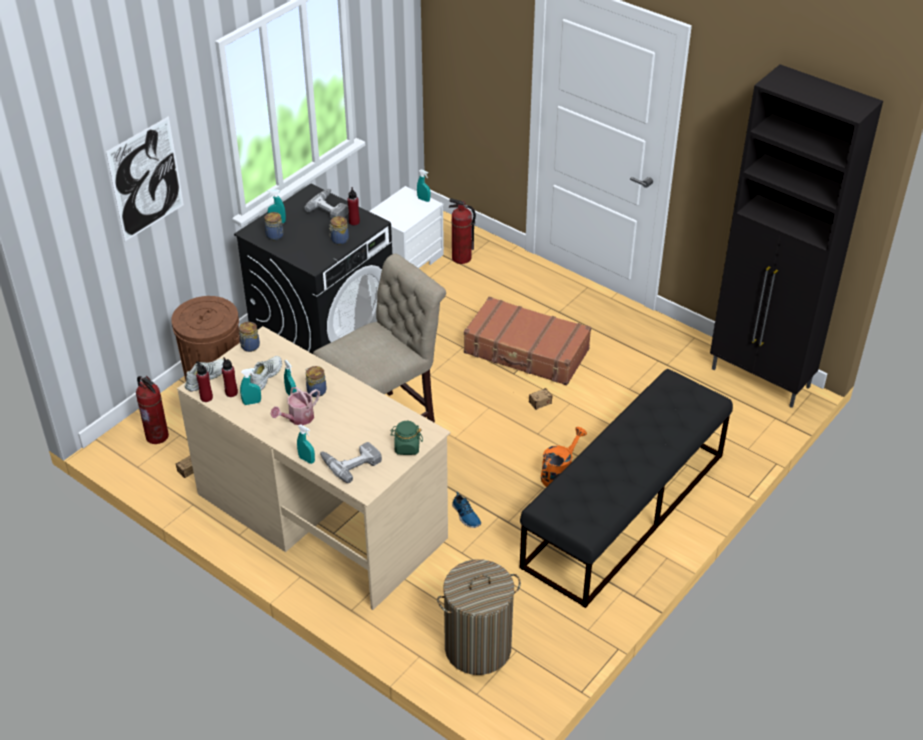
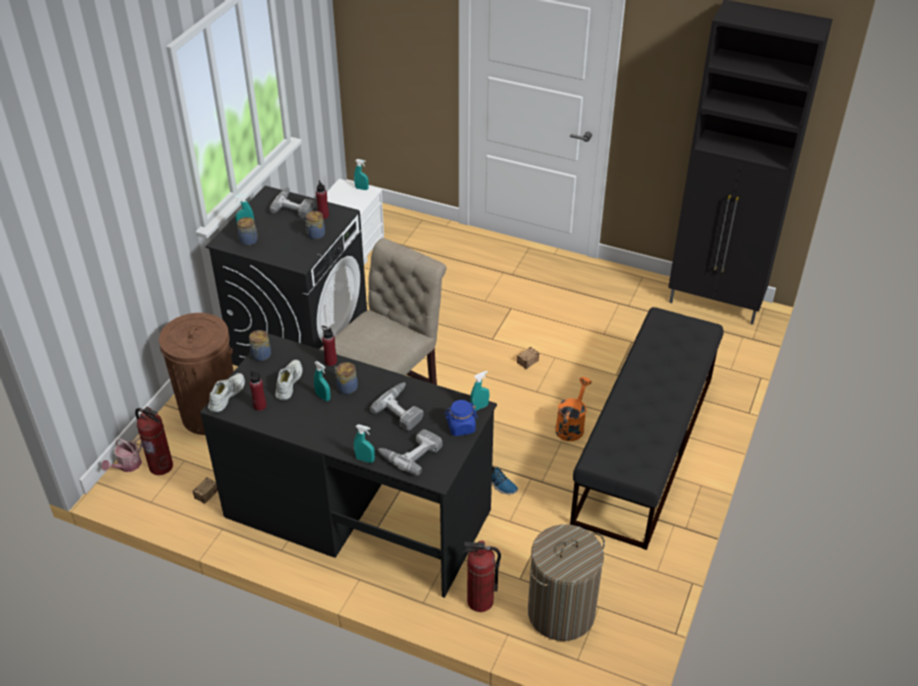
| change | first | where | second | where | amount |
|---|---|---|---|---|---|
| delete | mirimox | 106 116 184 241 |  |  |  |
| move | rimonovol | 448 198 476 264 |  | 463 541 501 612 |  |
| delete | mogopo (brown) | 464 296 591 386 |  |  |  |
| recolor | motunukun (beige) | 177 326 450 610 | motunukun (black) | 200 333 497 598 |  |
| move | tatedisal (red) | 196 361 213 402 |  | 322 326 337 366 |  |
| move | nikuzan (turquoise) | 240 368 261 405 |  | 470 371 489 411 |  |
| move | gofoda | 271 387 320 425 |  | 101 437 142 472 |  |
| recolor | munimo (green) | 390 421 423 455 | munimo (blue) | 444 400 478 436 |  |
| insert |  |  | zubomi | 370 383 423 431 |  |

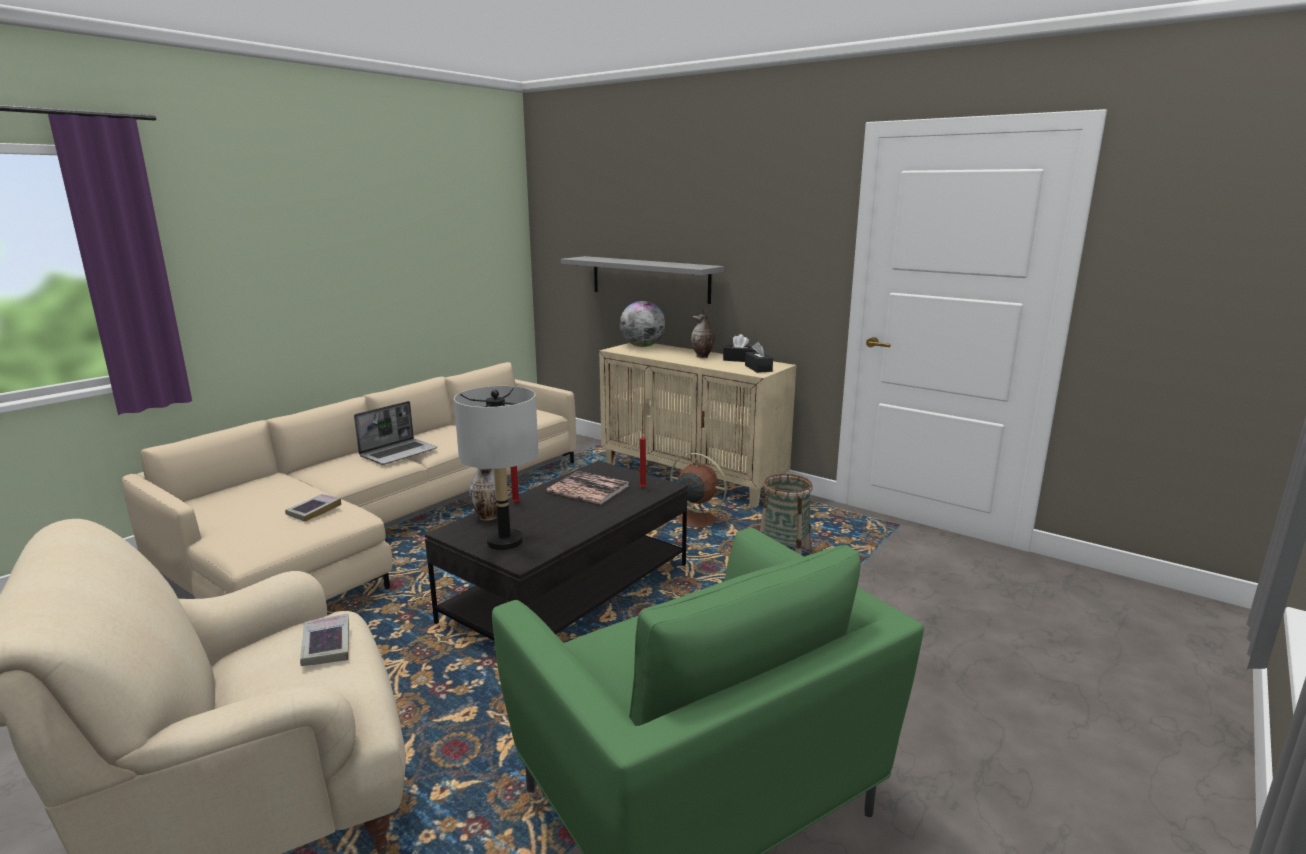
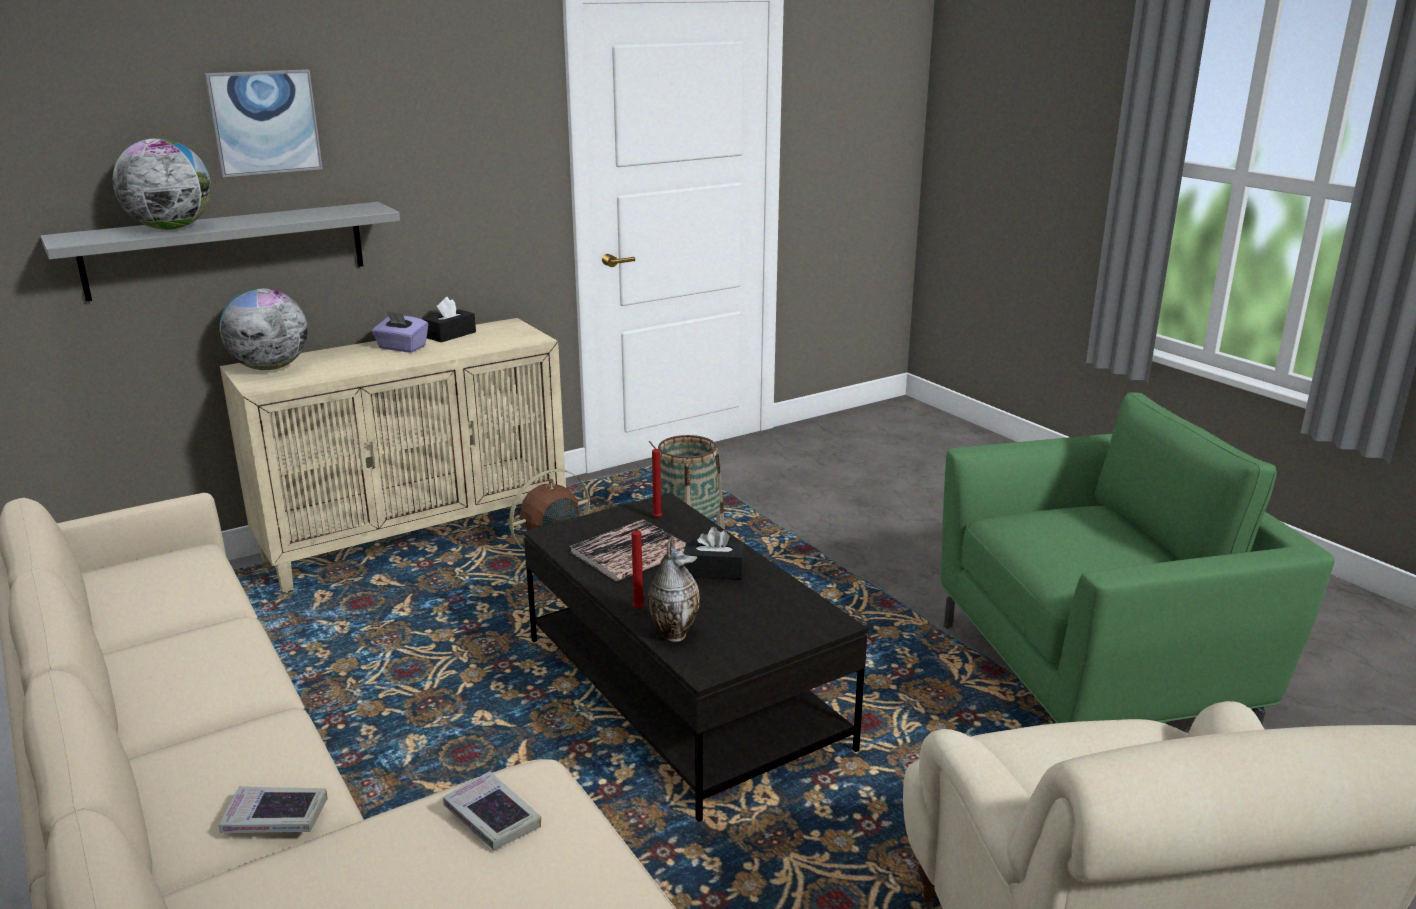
| change | first | where | second | where | amount |
|---|---|---|---|---|---|
| replace | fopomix | 691 308 715 358 | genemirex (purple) | 372 311 428 353 |  |
| move | genemirex (black) | 745 342 773 373 |  | 684 527 745 580 |  |
| delete | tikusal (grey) | 454 386 539 550 |  |  |  |
| delete | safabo | 354 401 437 465 |  |  |  |
| move | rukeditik | 300 613 349 666 |  | 219 786 327 833 |  |
| insert |  |  | mirimox | 204 69 323 177 |  |
| insert |  |  | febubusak | 113 138 211 230 |  |

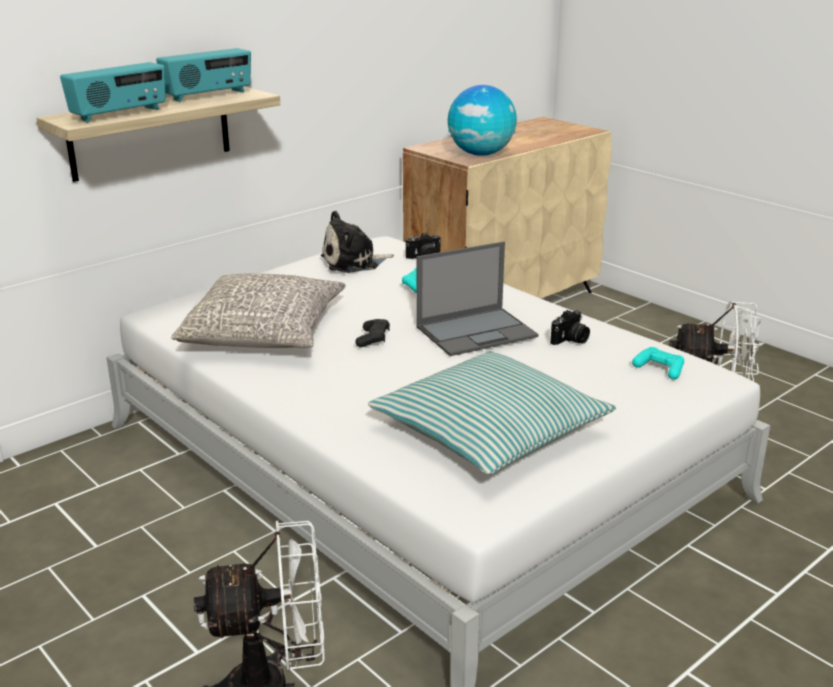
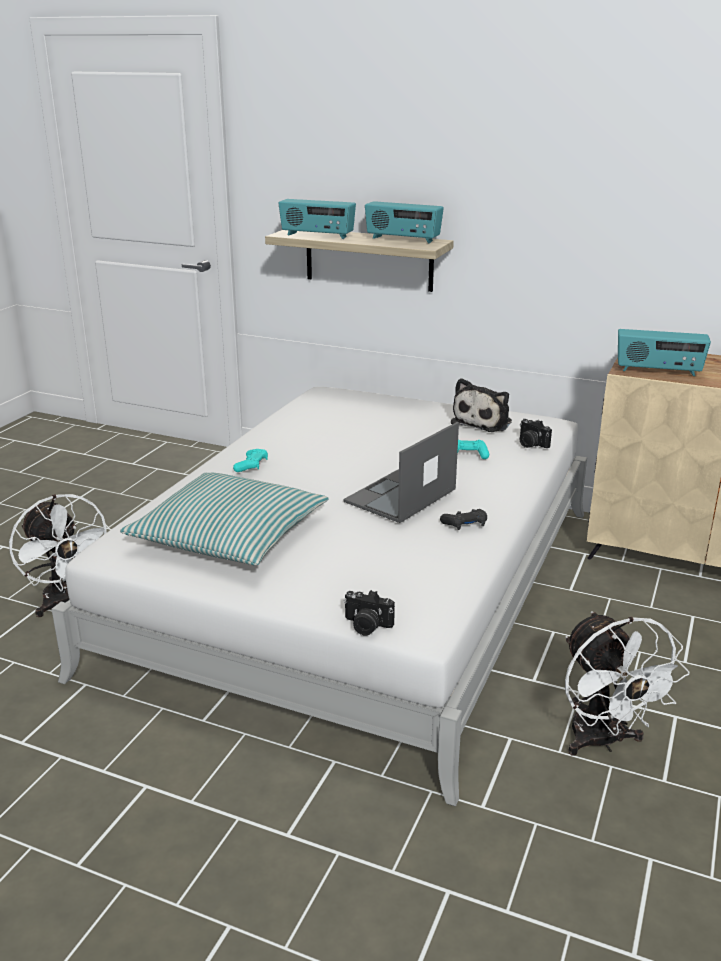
| change | first | where | second | where | amount |
|---|---|---|---|---|---|
| replace | febubusak | 448 85 517 156 | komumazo | 618 329 711 376 |  |
| rotate | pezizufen | 321 211 394 273 |  | 451 378 512 432 | 105 degrees counterclockwise |
| rotate | safabo | 416 241 538 356 |  | 344 422 459 523 | 90 degrees clockwise |
| delete | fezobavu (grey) | 171 274 345 348 |  |  |  |
| move | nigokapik | 550 310 590 345 |  | 344 590 395 635 |  |
| move | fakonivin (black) | 355 319 390 347 |  | 440 509 487 530 |  |
| move | fakonivin (turquoise) | 632 347 684 380 |  | 233 449 268 472 |  |

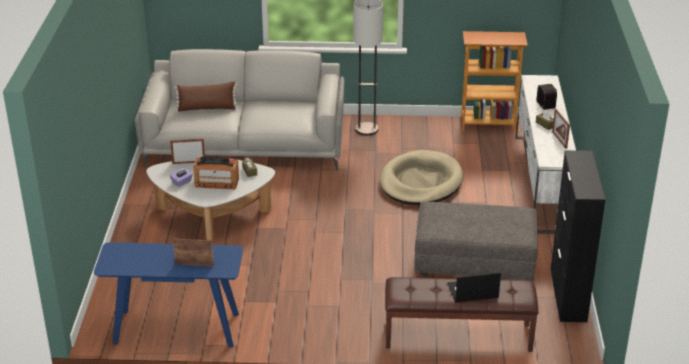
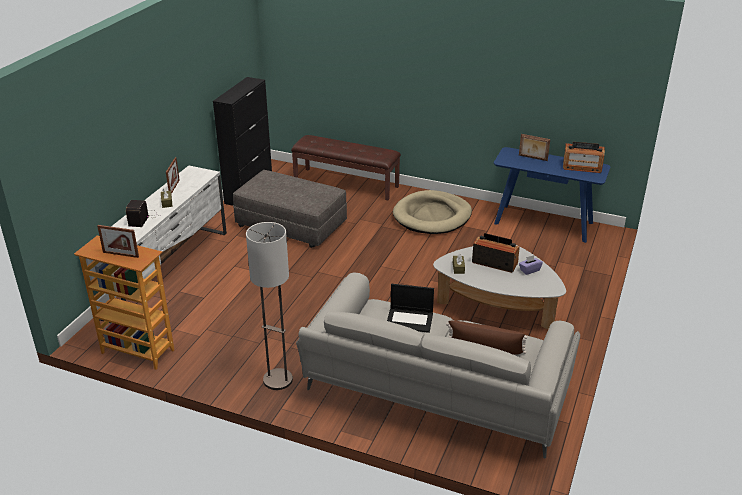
| change | first | where | second | where | amount |
|---|---|---|---|---|---|
| move | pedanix | 170 139 205 164 |  | 97 225 139 258 |  |
| move | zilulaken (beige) | 380 150 463 205 |  | 393 190 472 234 |  |
| move | safabo | 447 272 501 303 |  | 387 284 434 333 |  |
| insert |  |  | komumazo | 563 142 605 173 |  |

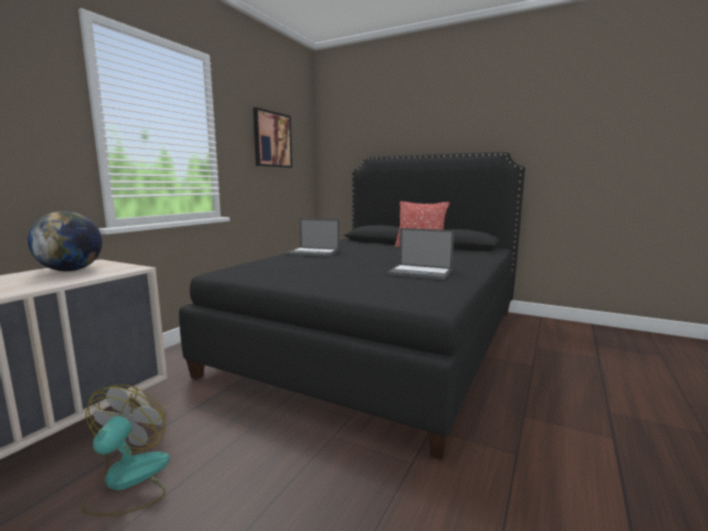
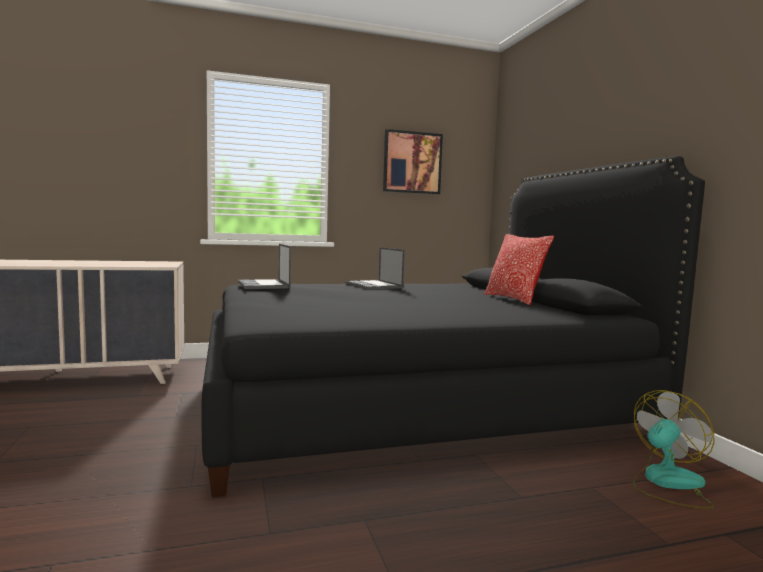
| change | first | where | second | where | amount |
|---|---|---|---|---|---|
| delete | febubusak | 28 211 102 271 |  |  |  |
| move | safabo | 387 228 454 280 |  | 238 244 291 289 |  |
| move | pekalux | 82 385 170 516 |  | 633 390 714 509 |  |

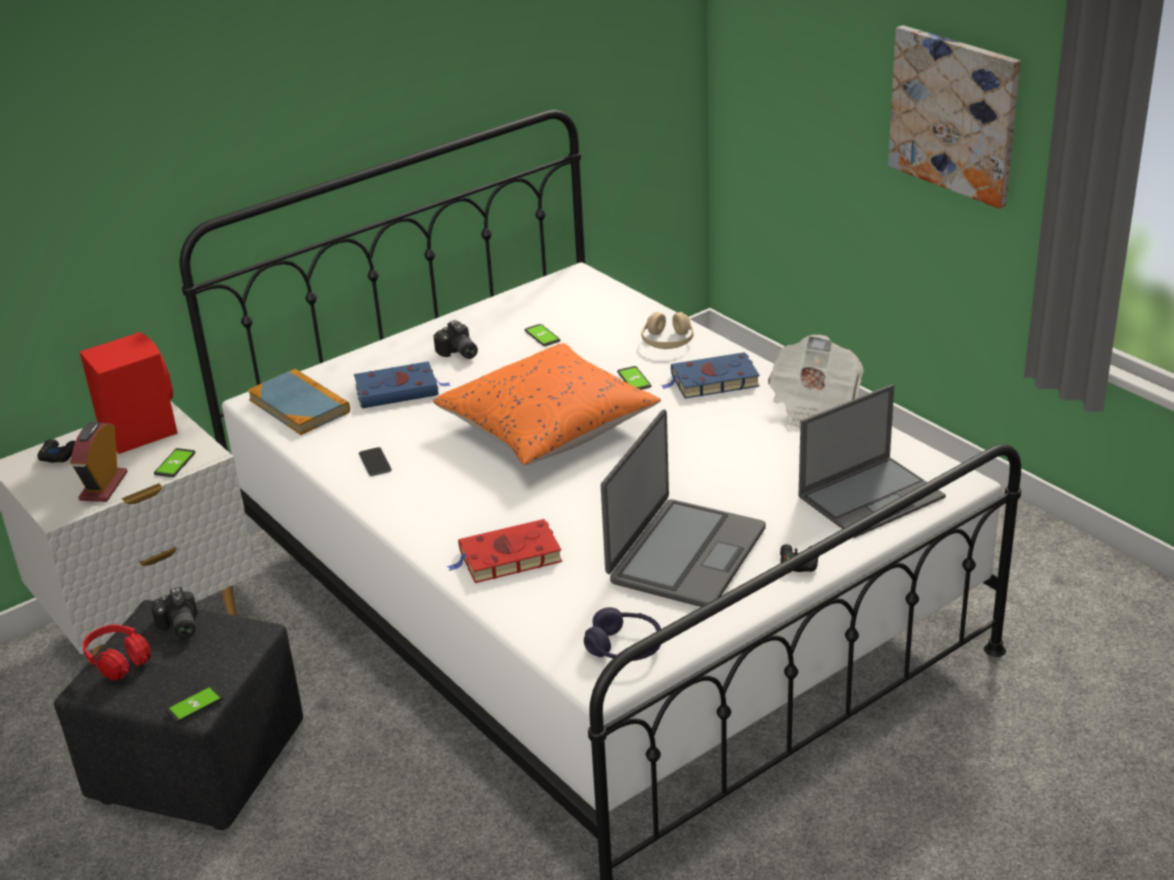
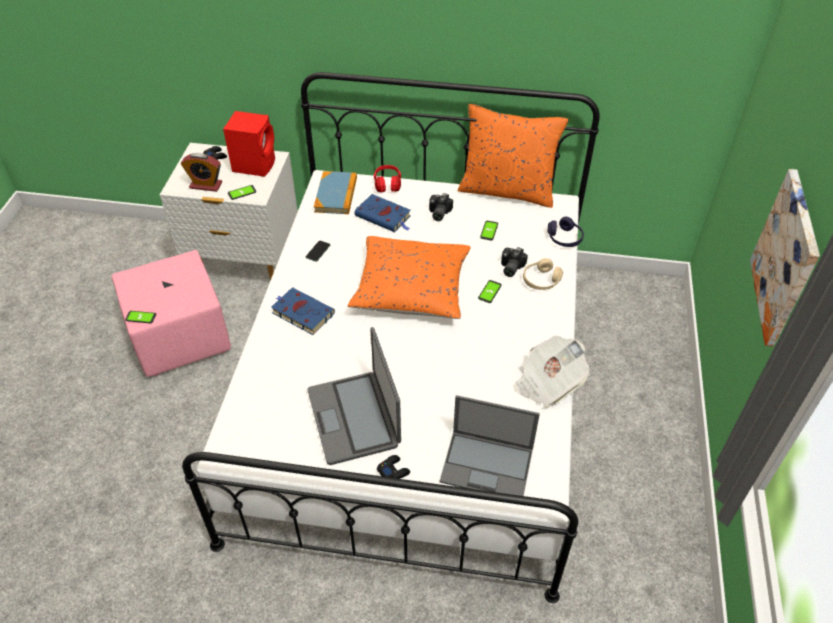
| change | first | where | second | where | amount |
|---|---|---|---|---|---|
| move | rukeditik (blue) | 660 352 760 398 |  | 271 287 335 335 |  |
| rotate | safabo | 601 409 766 607 |  | 308 327 401 465 | 90 degrees clockwise |
| rotate | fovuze | 70 422 128 502 |  | 181 153 222 192 | 135 degrees counterclockwise |
| delete | rukeditik (red) | 447 519 562 583 |  |  |  |
| move | nigokapik | 151 587 198 639 |  | 501 247 528 277 |  |
| recolor | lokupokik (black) | 54 600 303 830 | lokupokik (pink) | 111 250 231 377 |  |
| move | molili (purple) | 584 607 661 661 |  | 548 217 584 247 |  |
| move | molili (red) | 82 625 151 681 |  | 374 165 401 193 |  |
| insert |  |  | fezobavu (orange) | 458 104 569 208 |  |

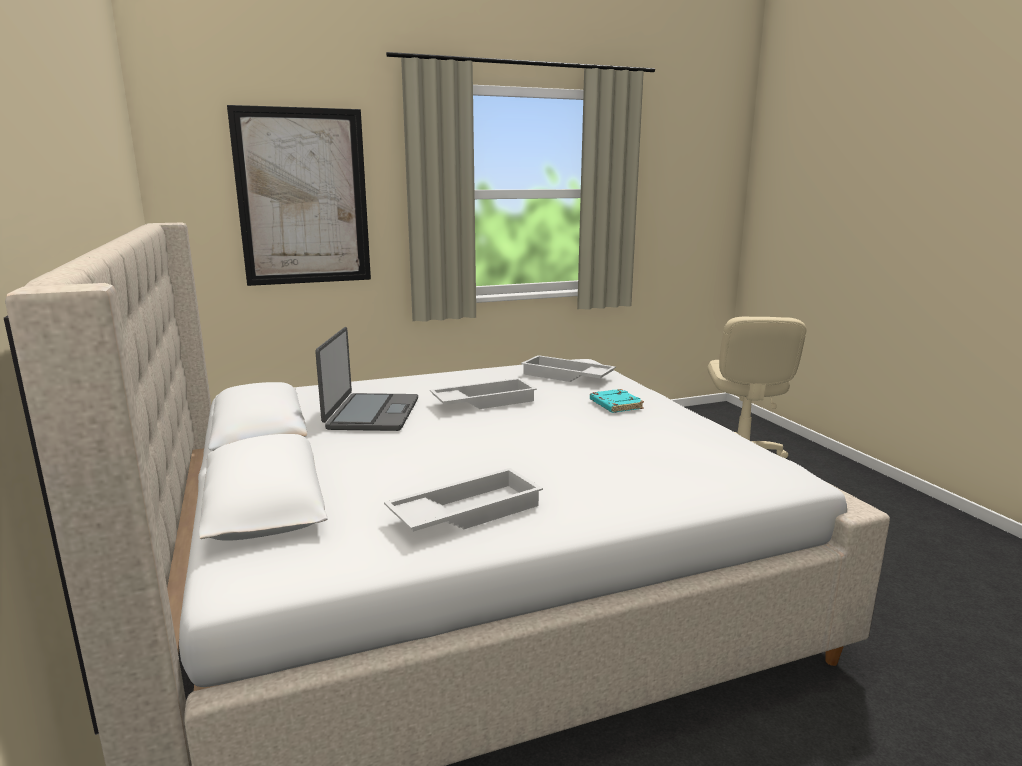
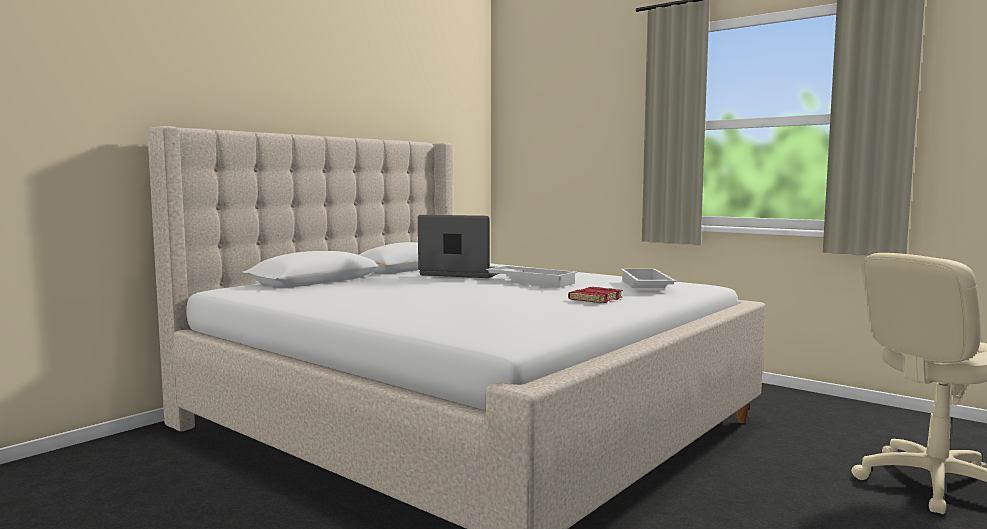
| change | first | where | second | where | amount |
|---|---|---|---|---|---|
| delete | mirimox | 227 105 371 286 |  |  |  |
| rotate | safabo | 315 327 418 431 |  | 418 215 498 278 | 135 degrees counterclockwise |
| recolor | rukeditik (turquoise) | 590 389 644 413 | rukeditik (red) | 568 287 623 303 |  |
| delete | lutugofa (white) | 384 468 543 532 |  |  |  |

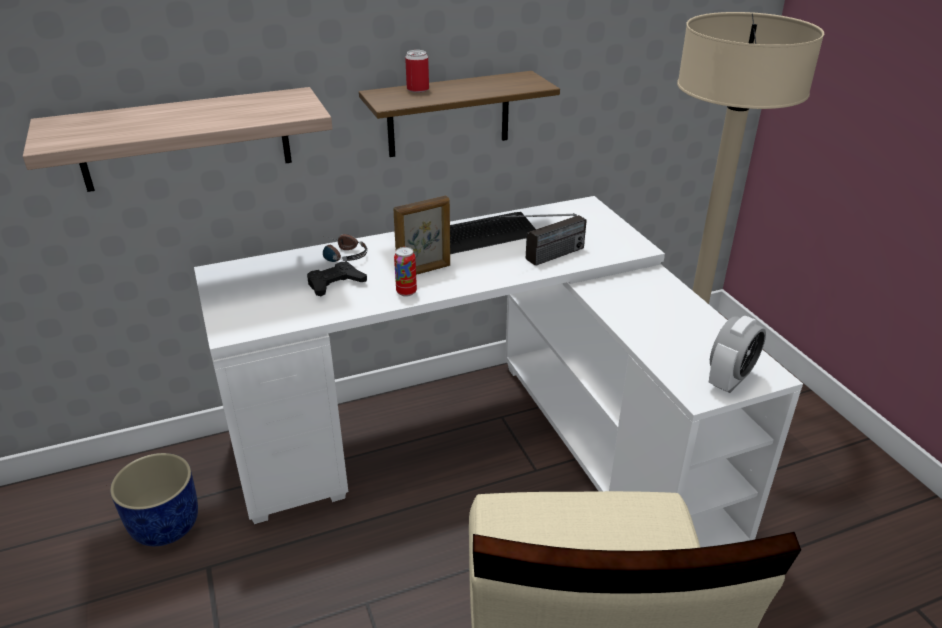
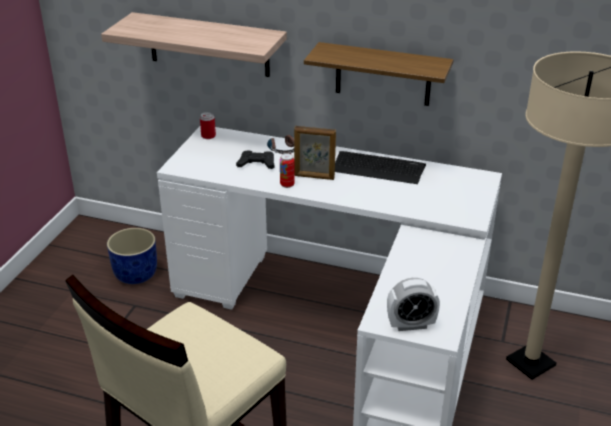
| change | first | where | second | where | amount |
|---|---|---|---|---|---|
| move | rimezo | 405 50 429 93 |  | 200 112 216 139 |  |
| delete | komumazo | 499 213 587 266 |  |  |  |

